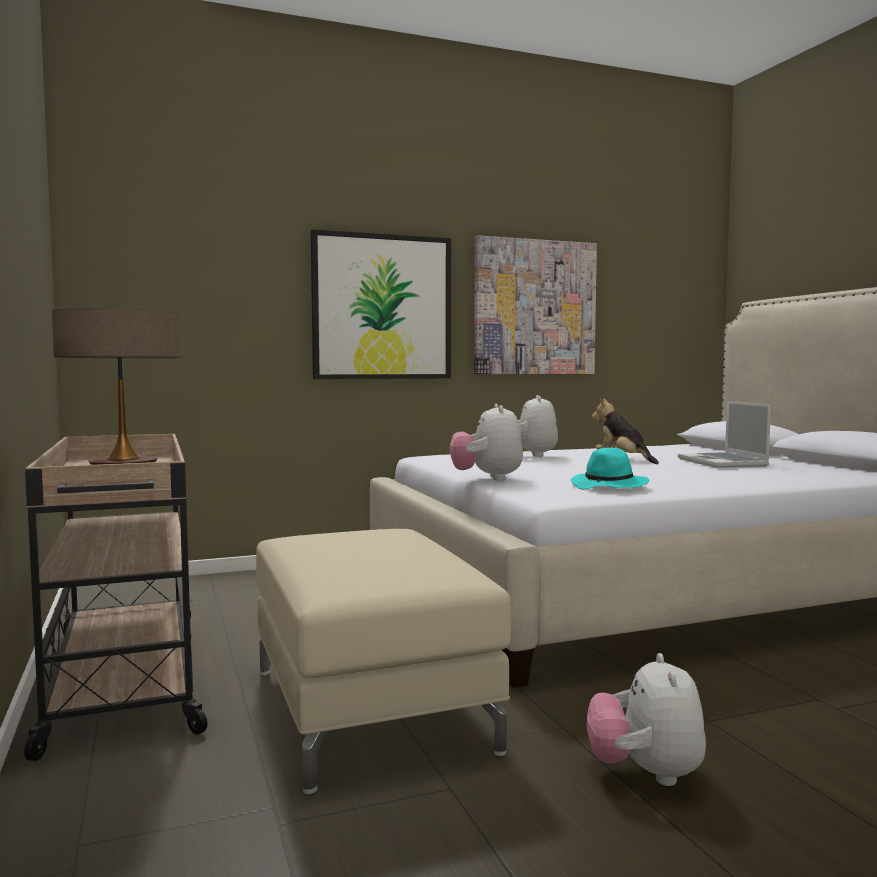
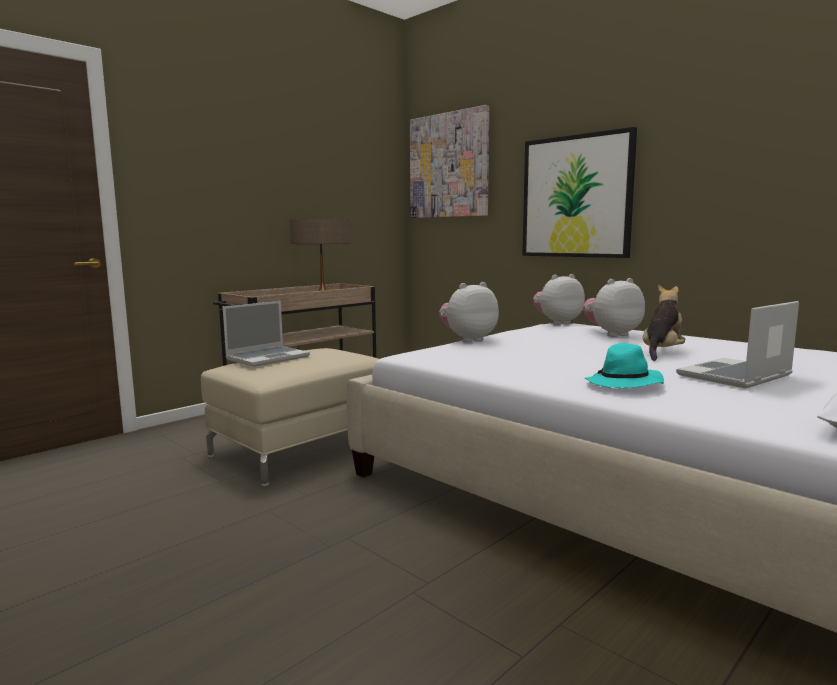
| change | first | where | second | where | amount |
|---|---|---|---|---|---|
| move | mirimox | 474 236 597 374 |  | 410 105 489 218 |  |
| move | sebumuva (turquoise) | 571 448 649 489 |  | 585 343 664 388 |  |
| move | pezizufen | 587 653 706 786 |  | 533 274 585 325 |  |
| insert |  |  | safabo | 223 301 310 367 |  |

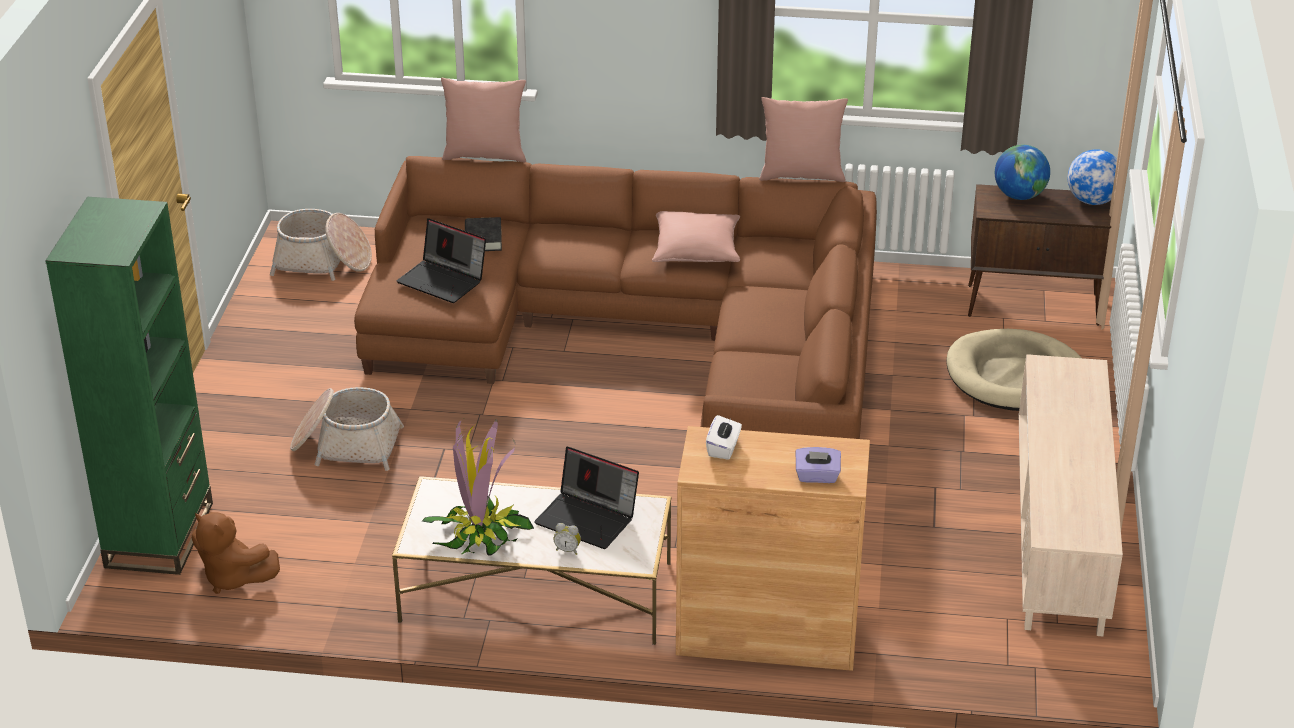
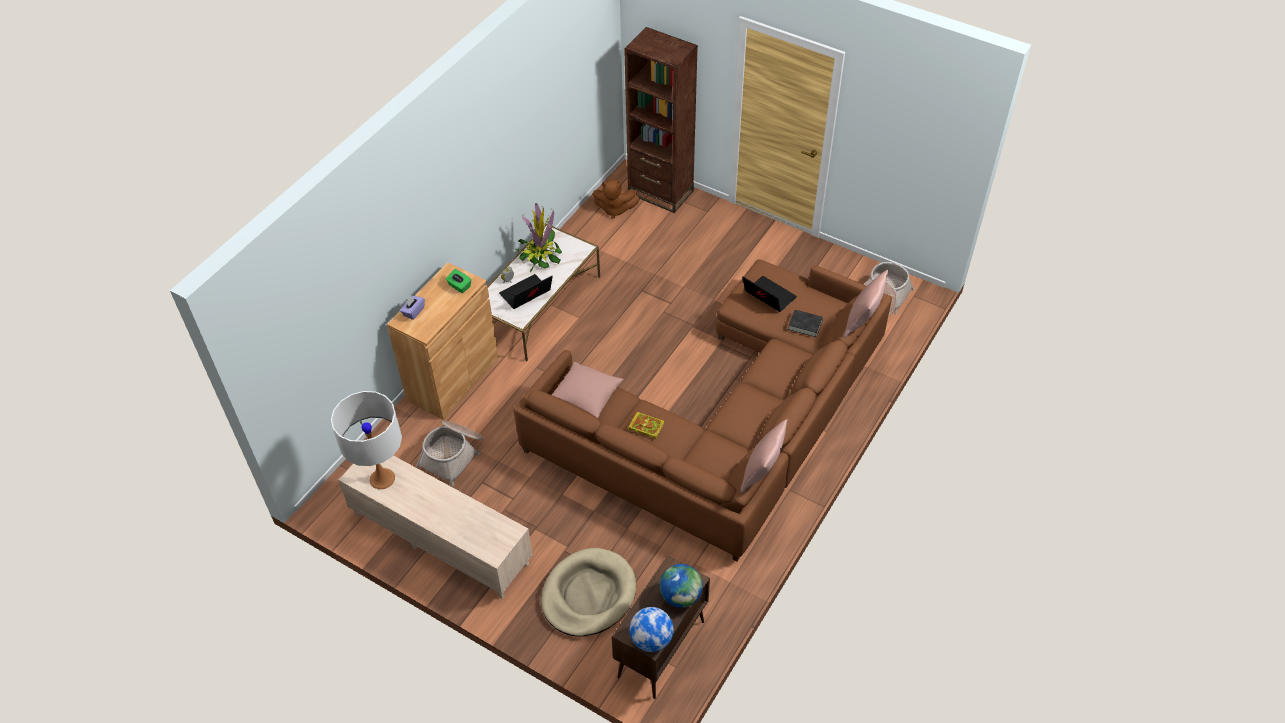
| change | first | where | second | where | amount |
|---|---|---|---|---|---|
| recolor | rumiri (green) | 45 197 213 575 | rumiri (brown) | 624 27 698 213 |  |
| move | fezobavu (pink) | 652 211 740 262 |  | 552 362 624 418 |  |
| rotate | safabo | 397 218 486 303 |  | 742 276 797 312 | 75 degrees clockwise |
| move | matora | 290 387 404 471 |  | 416 421 483 487 |  |
| recolor | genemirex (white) | 706 415 742 460 | genemirex (green) | 446 269 471 293 |  |
| rotate | pezizufen (brown) | 192 512 280 594 |  | 593 180 640 218 | 135 degrees counterclockwise |
| insert |  |  | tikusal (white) | 331 391 402 489 |  |
| insert |  |  | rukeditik | 628 412 664 439 |  |

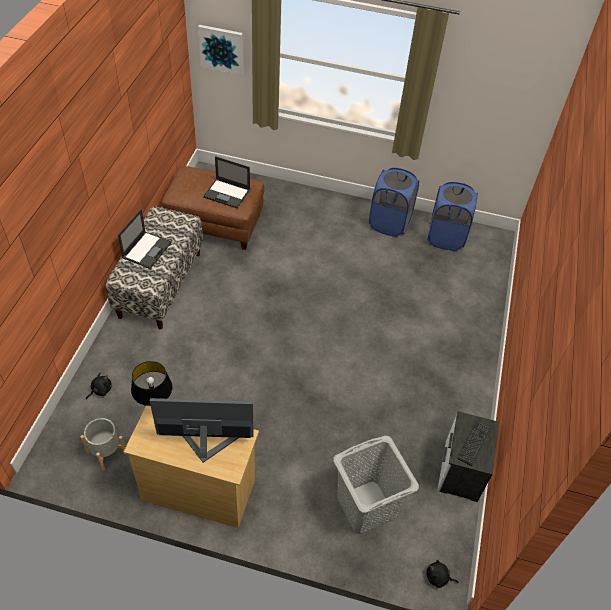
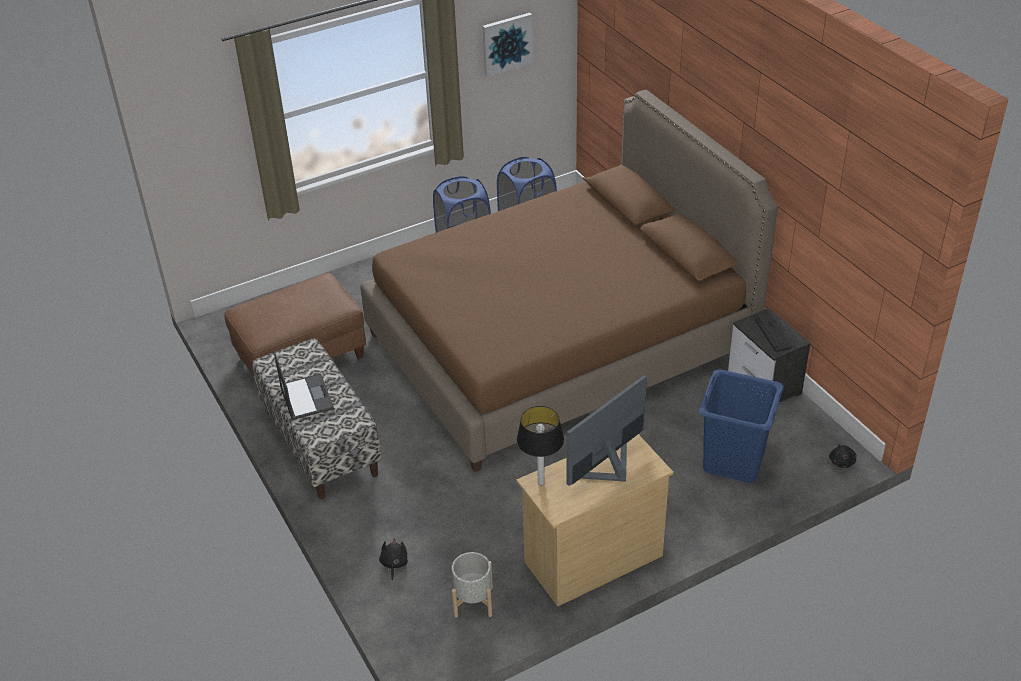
| change | first | where | second | where | amount |
|---|---|---|---|---|---|
| move | mirimox | 198 25 243 75 |  | 482 13 533 77 |  |
| delete | safabo | 203 156 250 208 |  |  |  |
| recolor | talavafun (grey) | 333 436 419 534 | talavafun (blue) | 699 369 784 483 |  |
| rotate | pezizufen (black) | 426 560 459 588 |  | 829 444 856 468 | 60 degrees counterclockwise |
| insert |  |  | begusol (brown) | 360 90 778 472 |  |

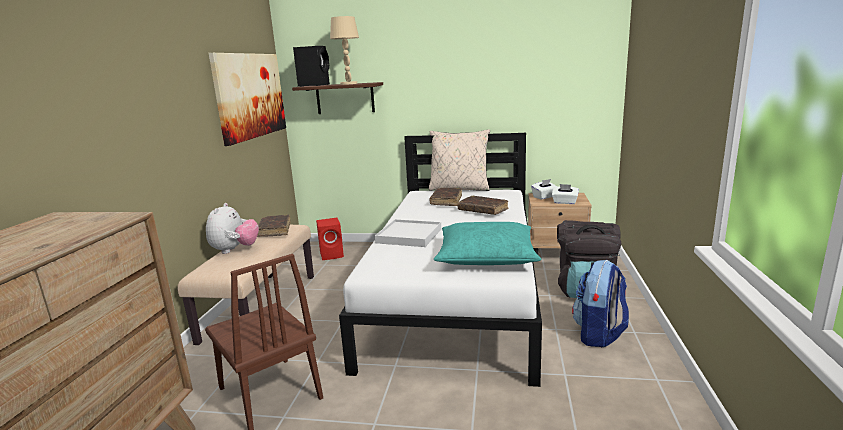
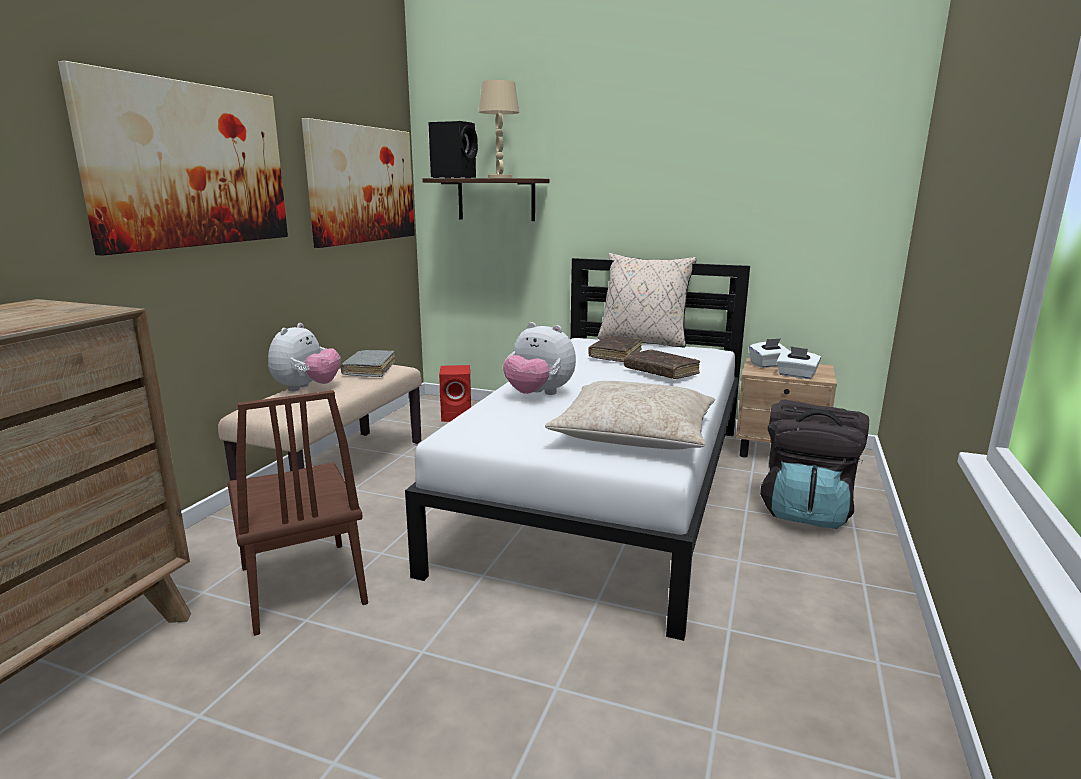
| change | first | where | second | where | amount |
|---|---|---|---|---|---|
| recolor | rukeditik (brown) | 257 215 291 237 | rukeditik (grey) | 340 350 395 377 |  |
| replace | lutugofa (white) | 375 219 441 247 | pezizufen | 503 322 576 395 |  |
| recolor | fezobavu (turquoise) | 434 222 542 265 | fezobavu (beige) | 545 381 715 450 |  |
| delete | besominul | 572 260 629 347 |  |  |  |
| insert |  |  | mirimox | 58 61 288 256 |  |

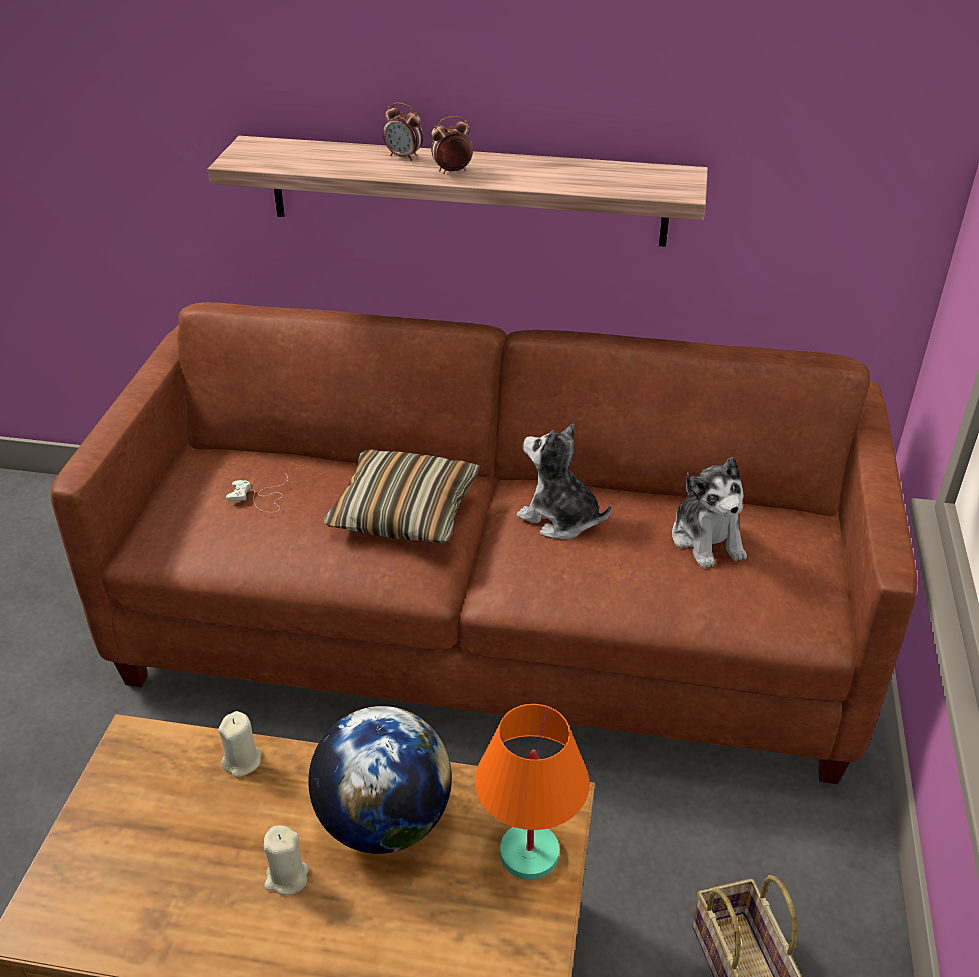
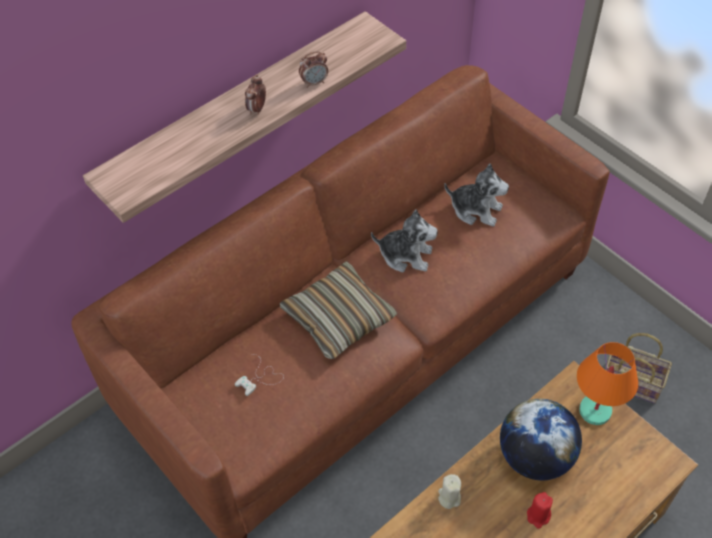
| change | first | where | second | where | amount |
|---|---|---|---|---|---|
| move | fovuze | 383 102 423 161 |  | 299 51 328 88 |  |
| rotate | pezizufen | 517 423 612 539 |  | 371 209 438 272 | 150 degrees counterclockwise |
| recolor | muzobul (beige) | 264 826 309 895 | muzobul (red) | 527 492 553 529 |  |

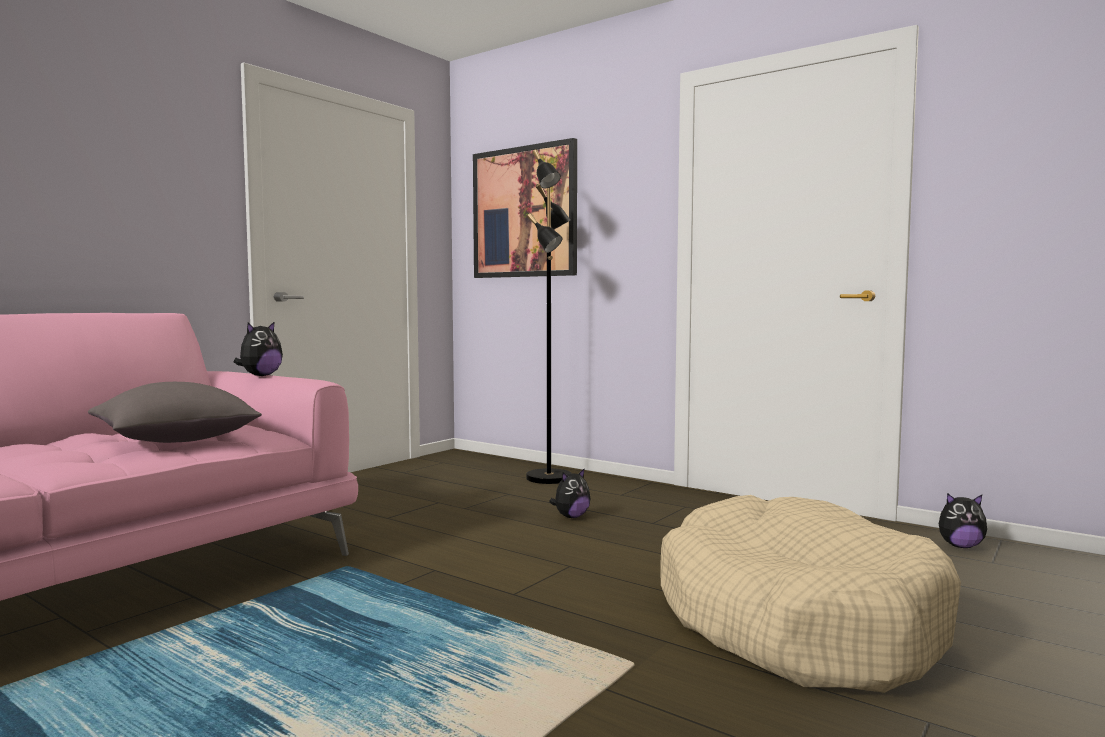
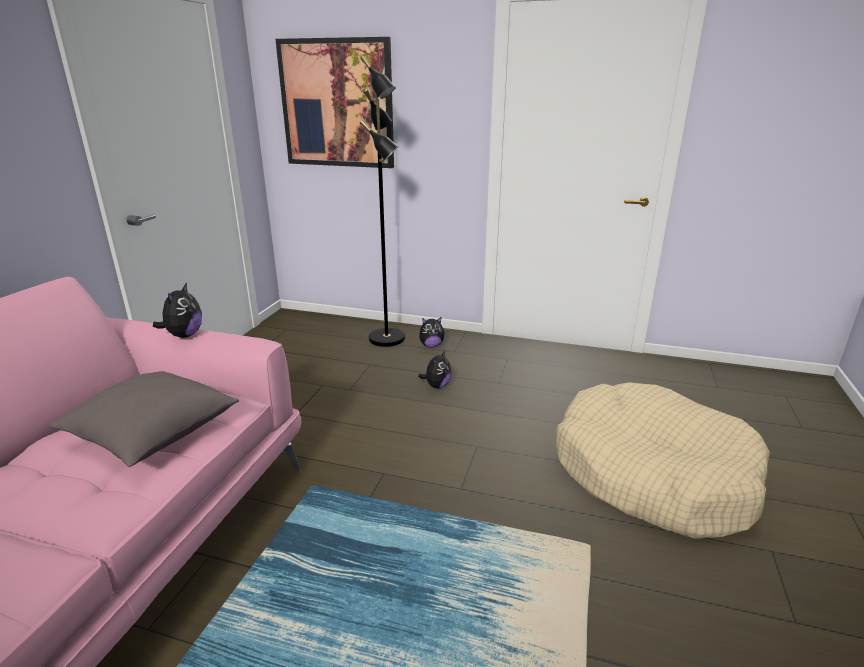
| change | first | where | second | where | amount |
|---|---|---|---|---|---|
| move | pezizufen | 939 493 987 548 |  | 419 317 445 348 |  |

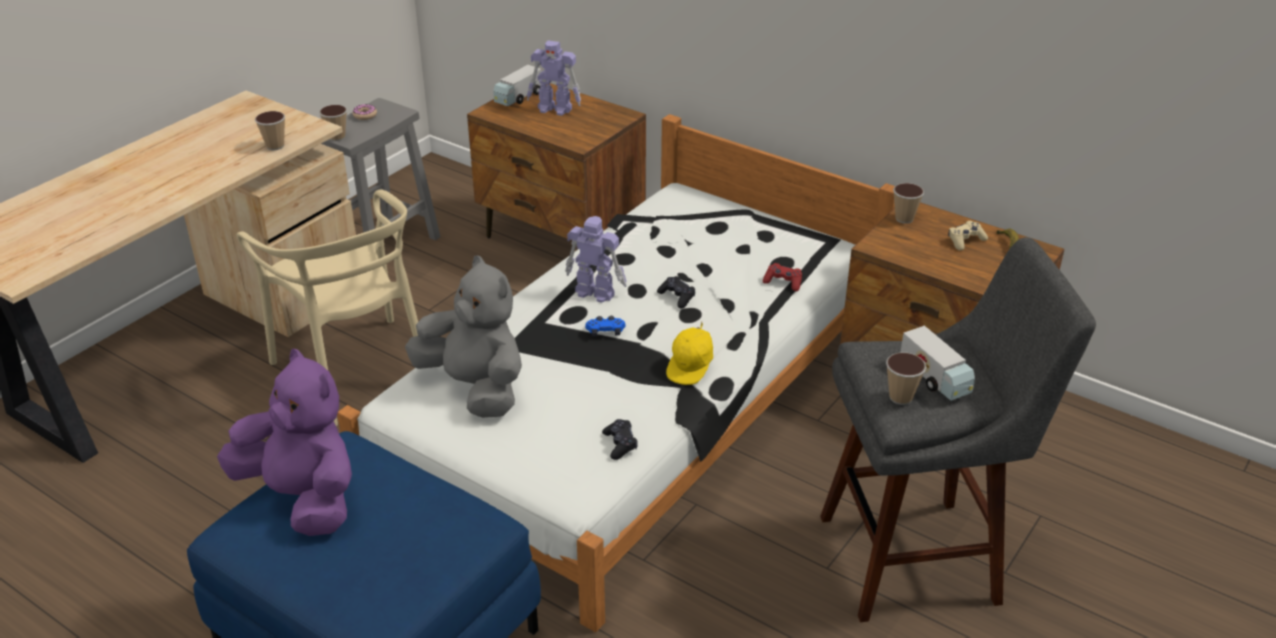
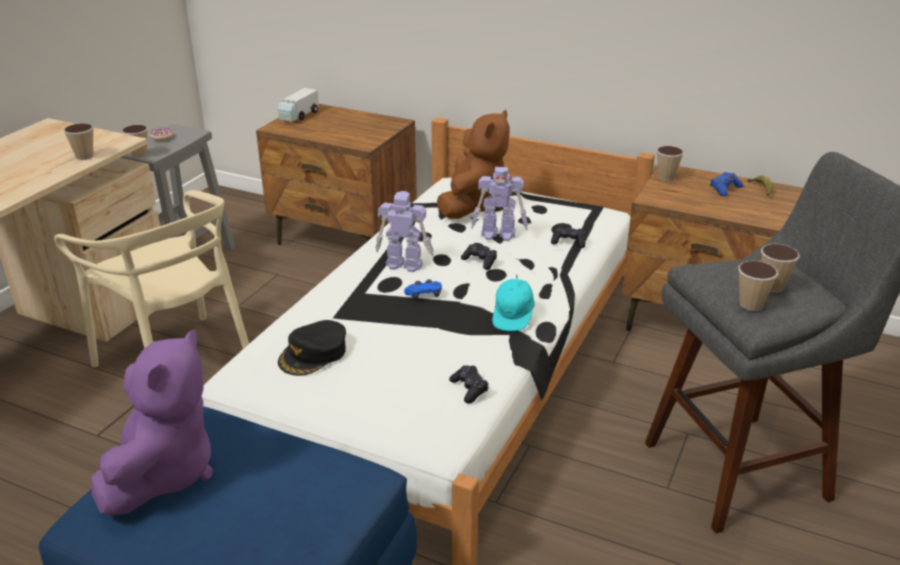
| change | first | where | second | where | amount |
|---|---|---|---|---|---|
| move | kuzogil | 527 41 581 116 |  | 471 167 528 241 |  |
| recolor | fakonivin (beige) | 948 221 988 251 | fakonivin (blue) | 710 172 744 196 |  |
| replace | pezizufen (grey) | 405 255 522 418 | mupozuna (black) | 278 320 346 376 |  |
| recolor | fakonivin (red) | 763 263 802 291 | fakonivin (black) | 551 226 586 248 |  |
| recolor | mupozuna (yellow) | 666 321 713 385 | mupozuna (turquoise) | 492 275 535 331 |  |
| replace | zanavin | 900 325 975 401 | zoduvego | 761 244 800 293 |  |
| rotate | pezizufen (purple) | 217 349 352 536 |  | 91 329 214 516 | 75 degrees clockwise |
| insert |  |  | pezizufen (brown) | 437 110 510 219 |  |

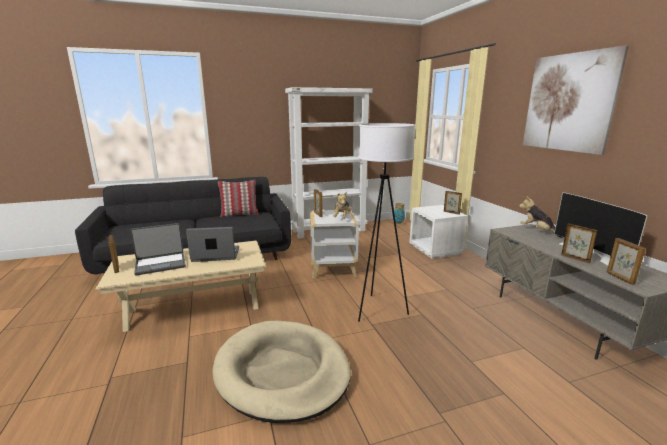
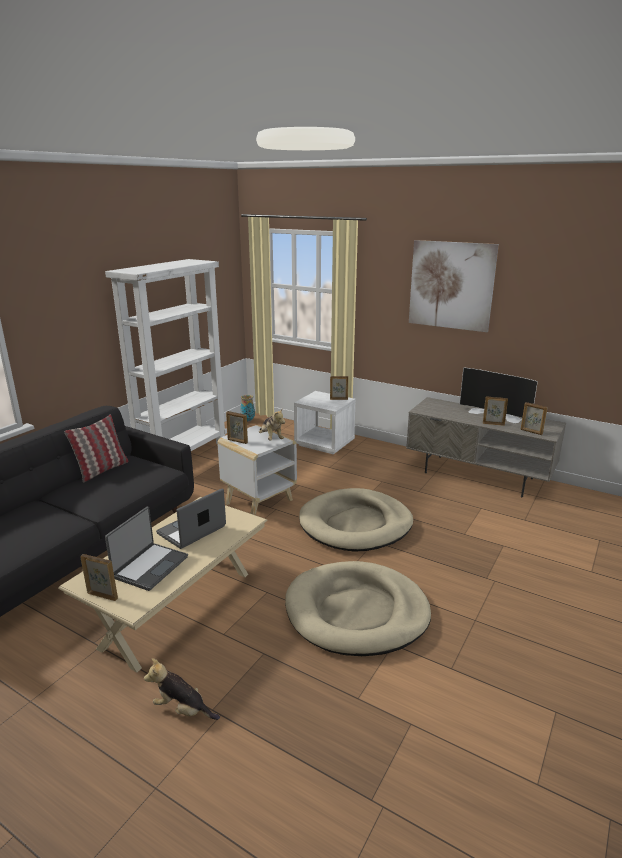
| change | first | where | second | where | amount |
|---|---|---|---|---|---|
| replace | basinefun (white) | 358 123 416 322 | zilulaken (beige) | 299 488 413 552 |  |
| move | pezizufen | 519 196 563 238 |  | 144 658 220 720 |  |

